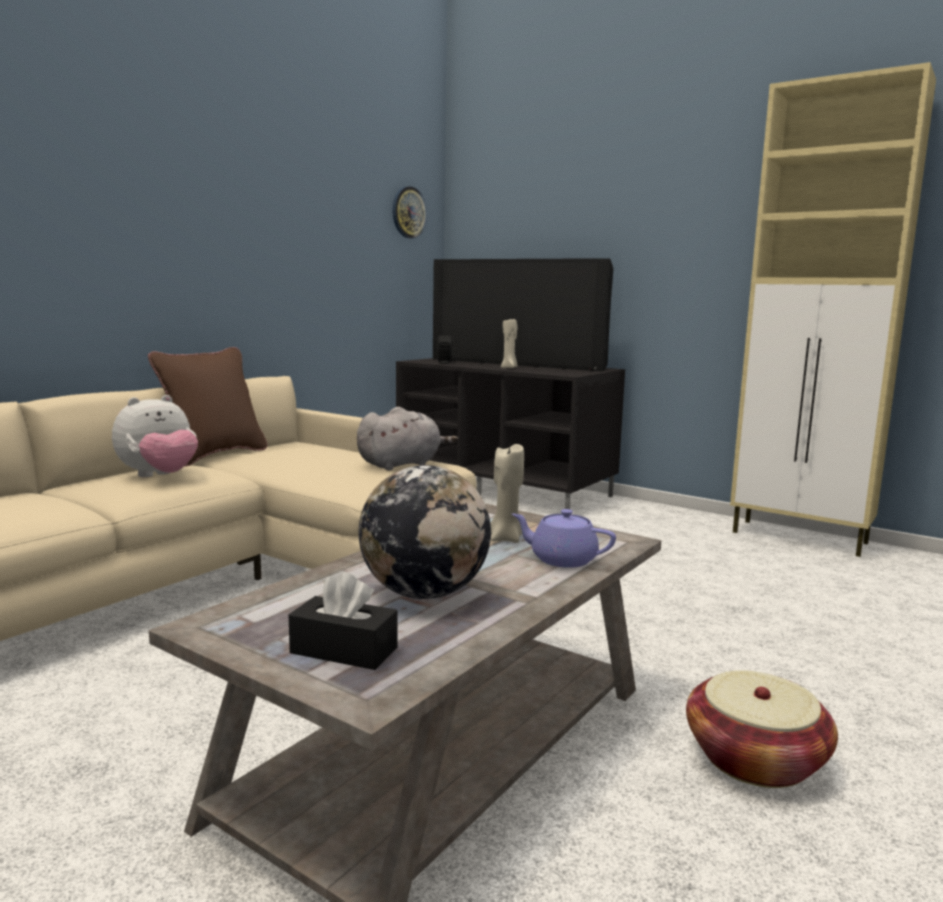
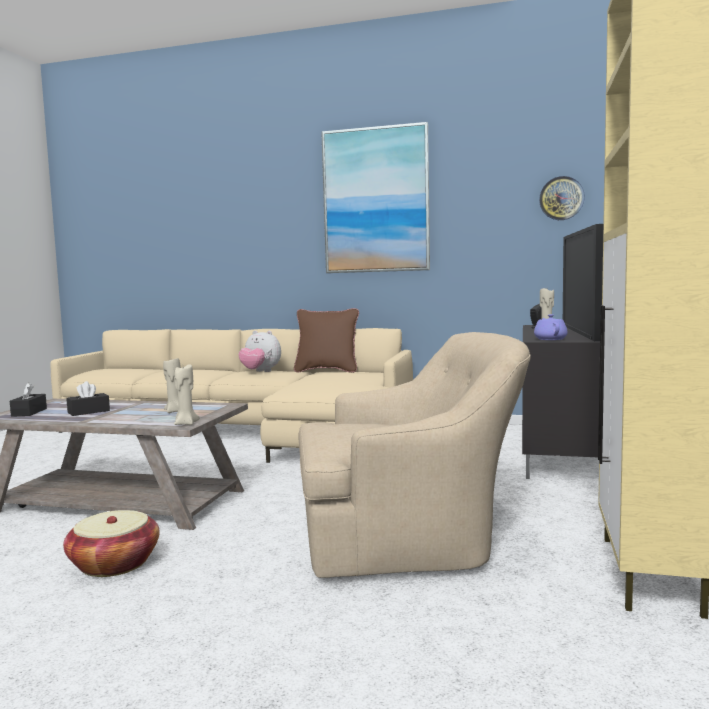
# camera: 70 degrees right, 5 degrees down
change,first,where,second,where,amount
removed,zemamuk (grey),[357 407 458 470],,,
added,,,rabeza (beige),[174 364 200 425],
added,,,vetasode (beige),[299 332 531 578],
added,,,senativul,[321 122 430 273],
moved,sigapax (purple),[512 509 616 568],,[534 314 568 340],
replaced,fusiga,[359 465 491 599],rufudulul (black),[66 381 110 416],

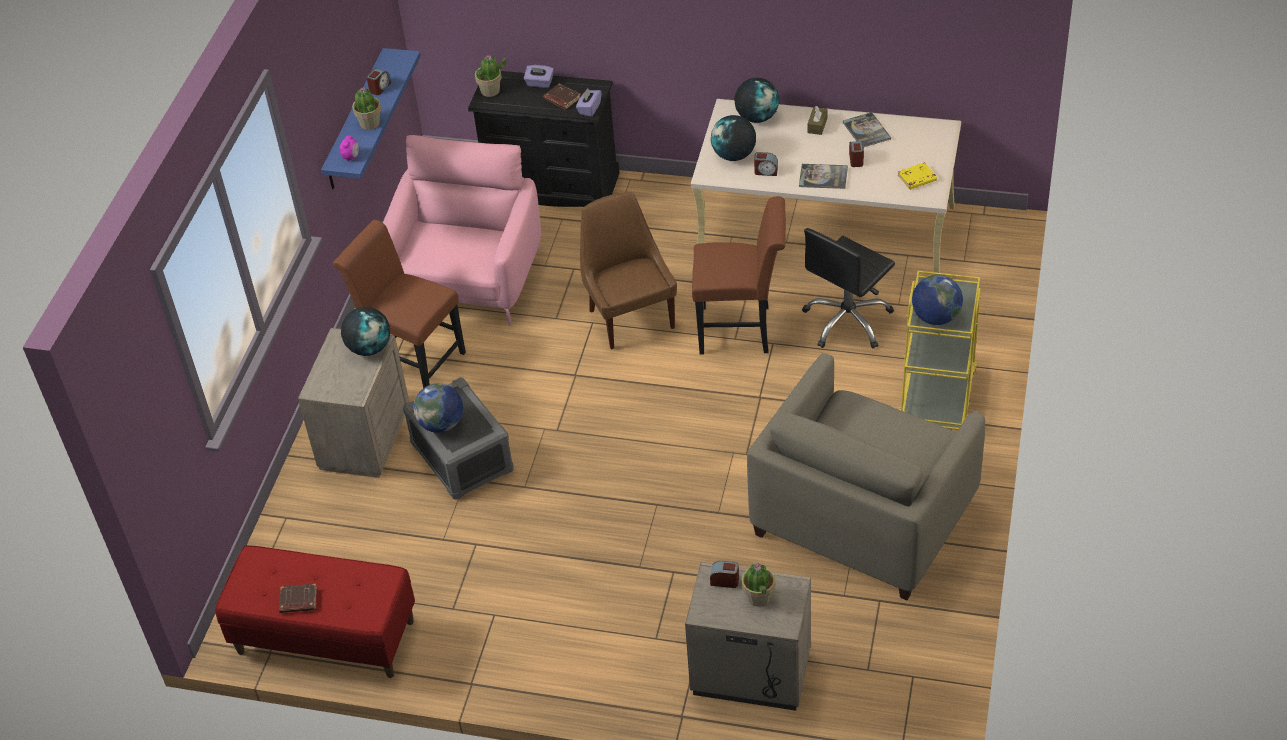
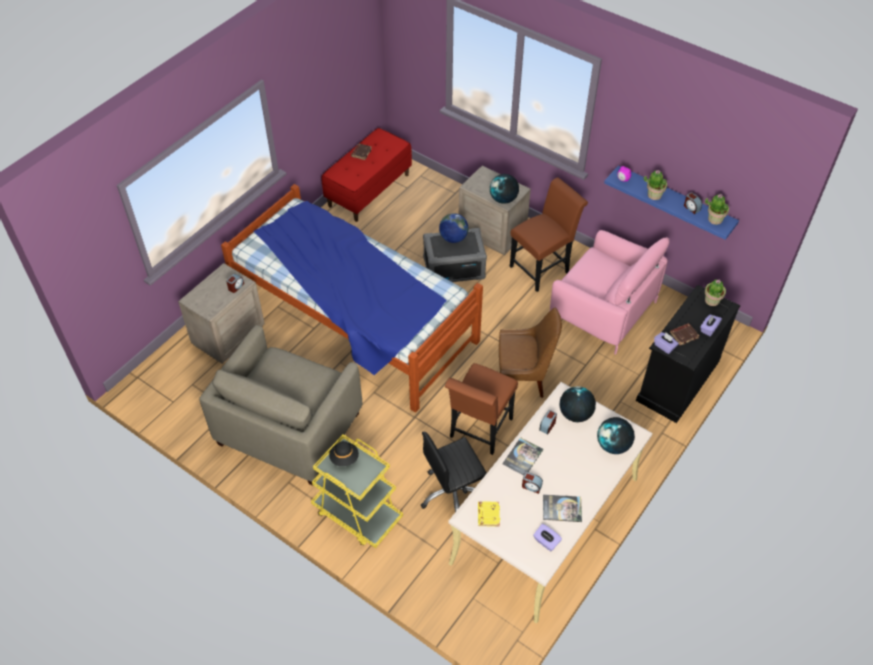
# camera: 110 degrees right, 5 degrees up
change,first,where,second,where,amount
removed,rufudulul (brown),[808 106 828 135],,,
added,,,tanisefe,[221 184 483 413],
added,,,rufudulul (purple),[533 524 562 551],
moved,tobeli,[741 562 776 606],,[705 194 729 225],
replaced,fusiga,[912 275 963 325],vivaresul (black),[329 441 359 466],
turned,vetasode (beige),[747 353 985 600],,[199 325 362 486],120 degrees counterclockwise
turned,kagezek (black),[802 228 895 349],,[421 432 487 512],90 degrees counterclockwise

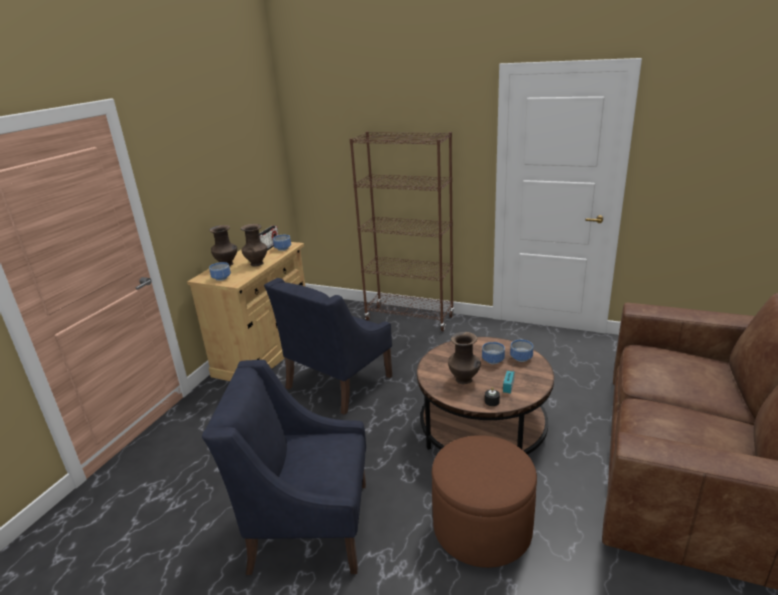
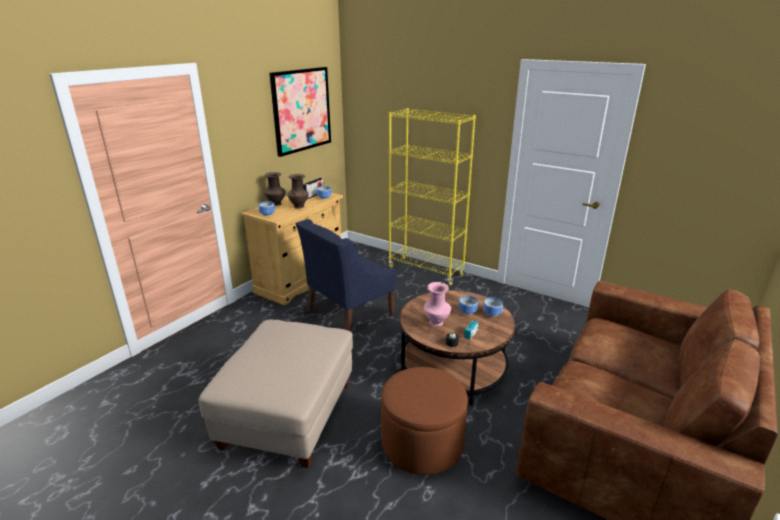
# camera: 10 degrees right, 0 degrees up
change,first,where,second,where,amount
added,,,senativul,[269 67 331 157],
replaced,vetasode (blue),[202 360 366 575],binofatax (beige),[198 320 353 468],
recoloured,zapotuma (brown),[350 131 454 331],zapotuma (yellow),[388 108 476 286],
recoloured,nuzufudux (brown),[448 332 481 384],nuzufudux (pink),[424 282 451 326],

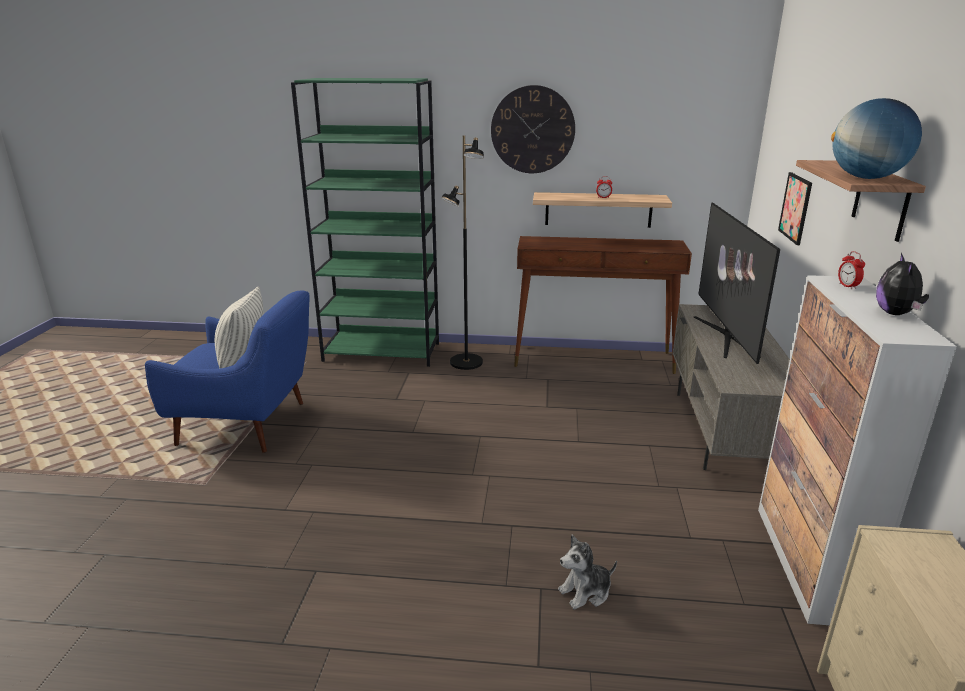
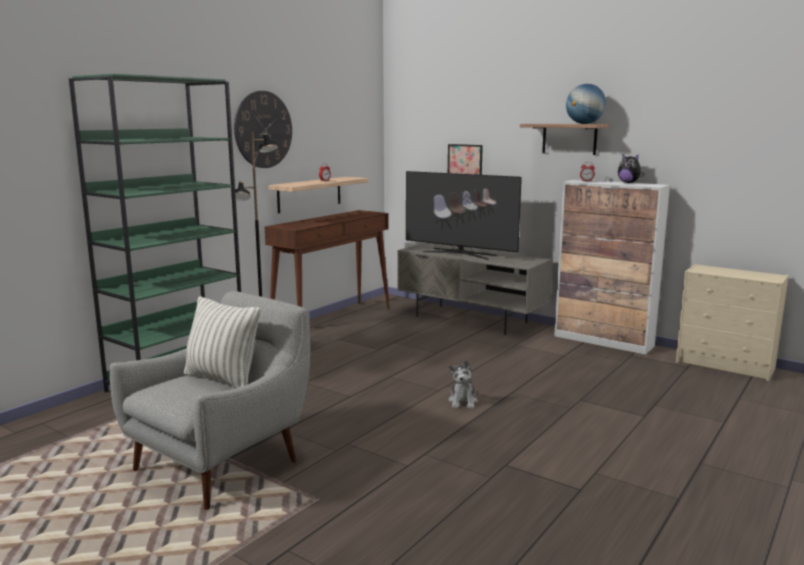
# camera: 60 degrees left, 10 degrees down
change,first,where,second,where,amount
moved,zemamuk,[558 535 617 610],,[448 360 478 409],
recoloured,vetasode (blue),[145 291 310 453],vetasode (grey),[110 291 310 510],

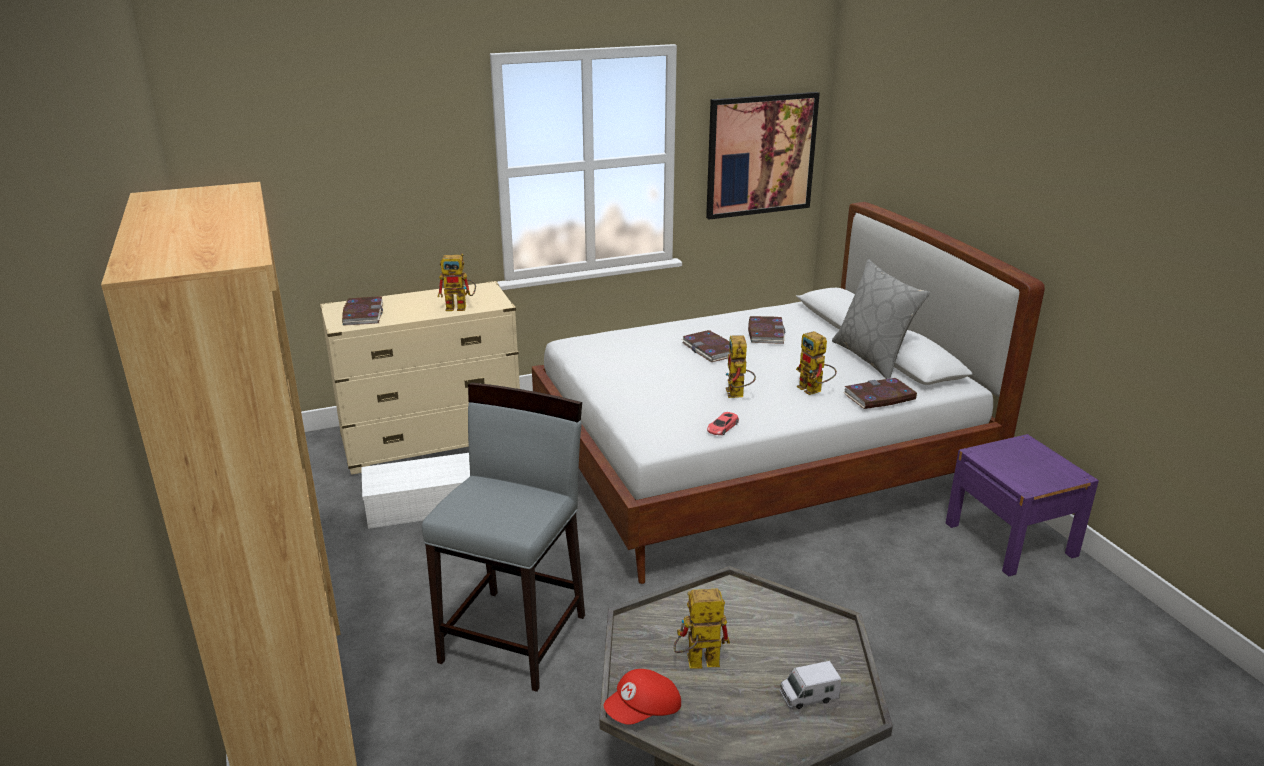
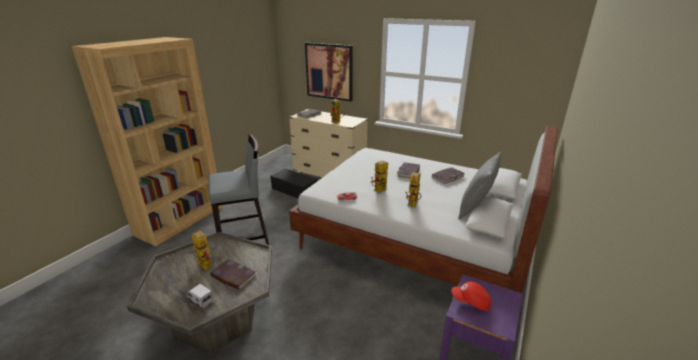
# camera: 50 degrees right, 0 degrees up
change,first,where,second,where,amount
moved,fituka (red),[604 669 681 725],,[452 281 491 311],
moved,senativul,[706 92 820 219],,[305 43 353 102],
moved,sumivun,[843 378 917 409],,[210 259 257 290],
recoloured,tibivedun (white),[361 453 470 529],tibivedun (black),[270 168 318 198],

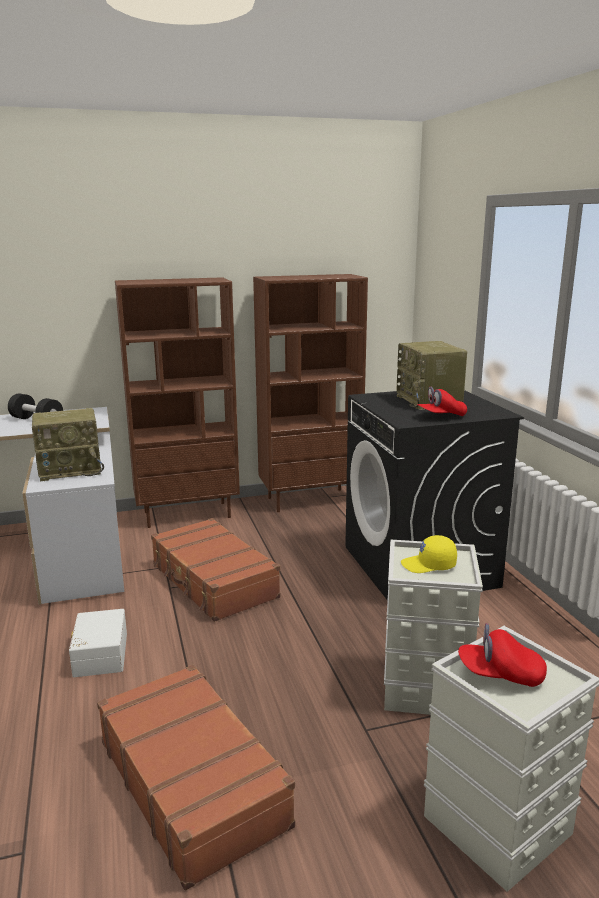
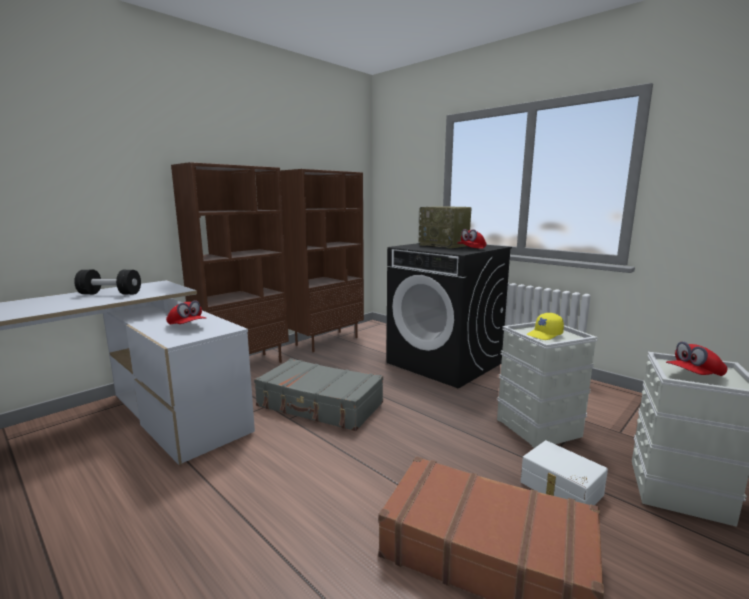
# camera: 30 degrees left, 5 degrees down
change,first,where,second,where,amount
moved,tibivedun (white),[69 609 127 677],,[521 440 608 505],
replaced,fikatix,[32 408 104 481],fituka (red),[166 300 206 325],
recoloured,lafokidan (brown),[151 518 280 622],lafokidan (grey),[254 358 383 431],

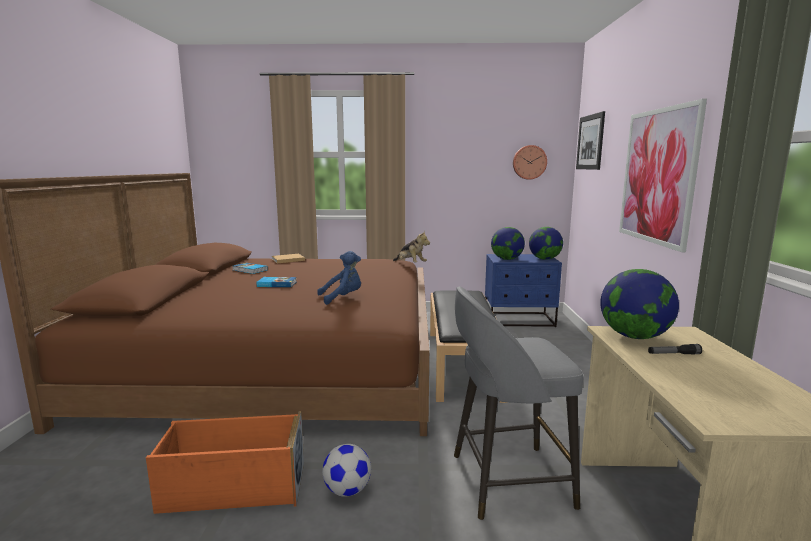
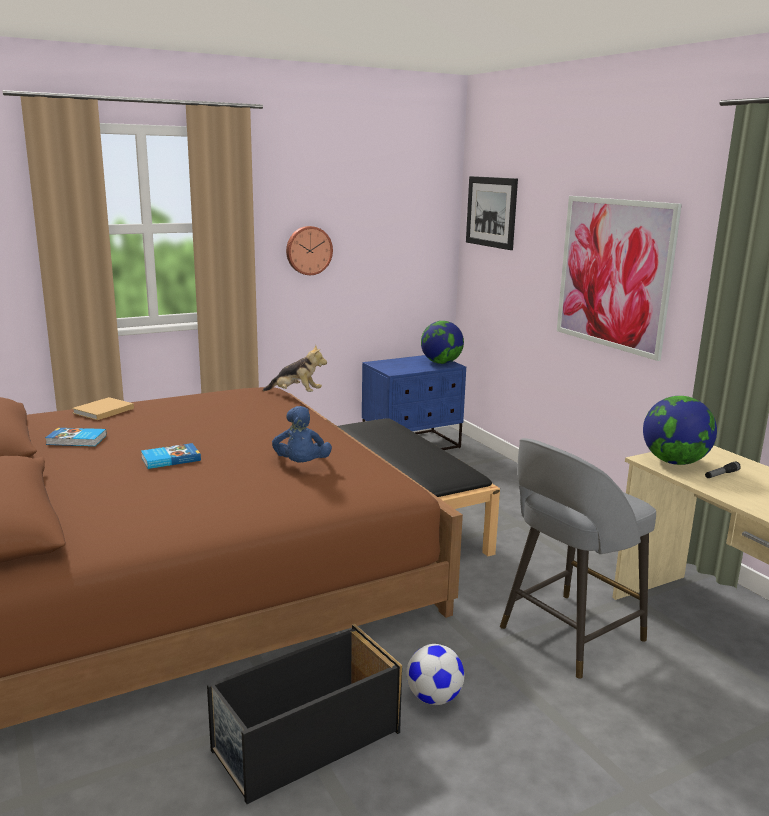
# camera: 30 degrees left, 5 degrees up
change,first,where,second,where,amount
removed,fusiga,[491 227 525 260],,,
moved,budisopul,[513 145 547 180],,[286 226 333 275],
recoloured,tibivedun (orange),[146 411 304 514],tibivedun (black),[207 624 402 804],
turned,zemamuk (blue),[317 251 361 305],,[272 406 332 463],135 degrees clockwise

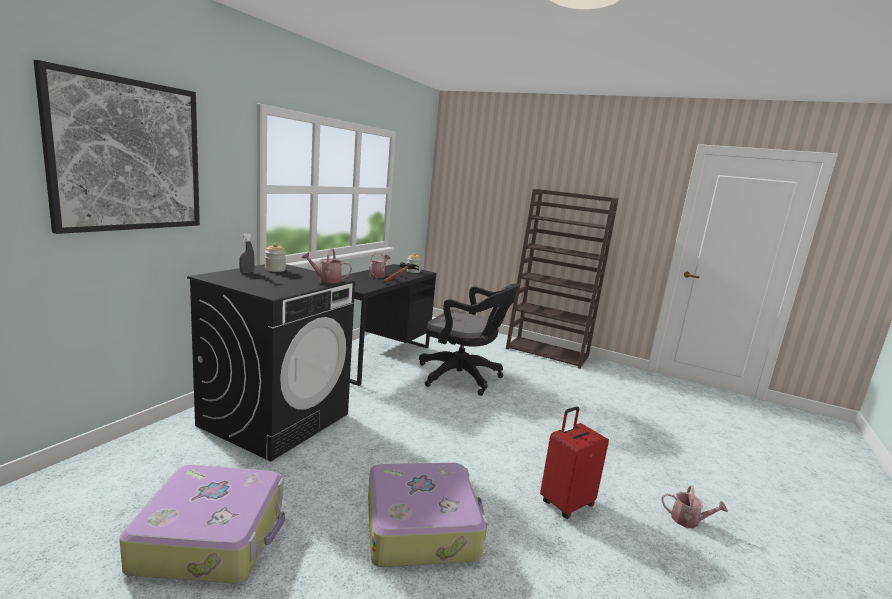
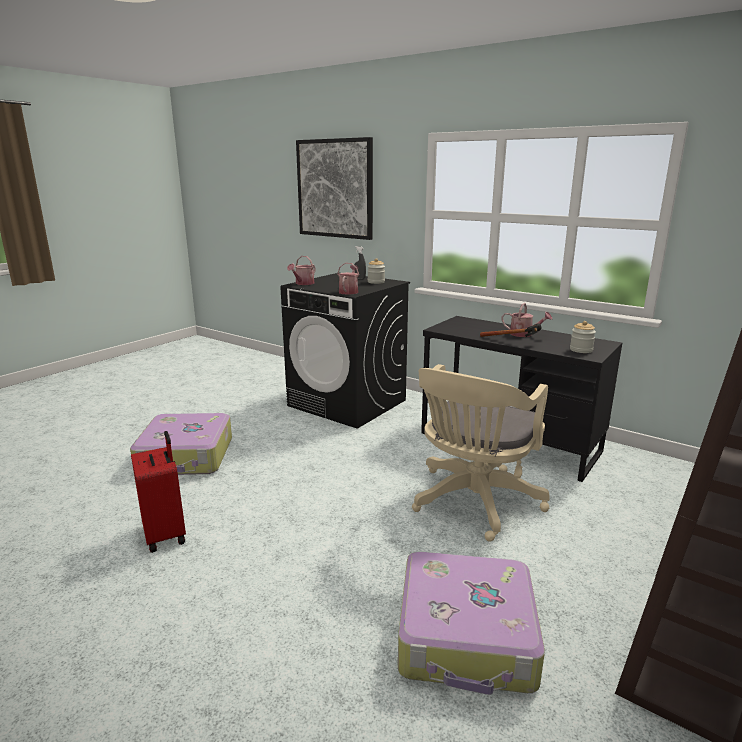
# camera: 100 degrees right, 5 degrees up
change,first,where,second,where,amount
moved,lafokidan,[119 465 285 583],,[398 552 545 695],
moved,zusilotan,[661 485 728 528],,[287 256 315 285],
recoloured,kagezek (black),[419 284 519 396],kagezek (beige),[412 364 550 541],

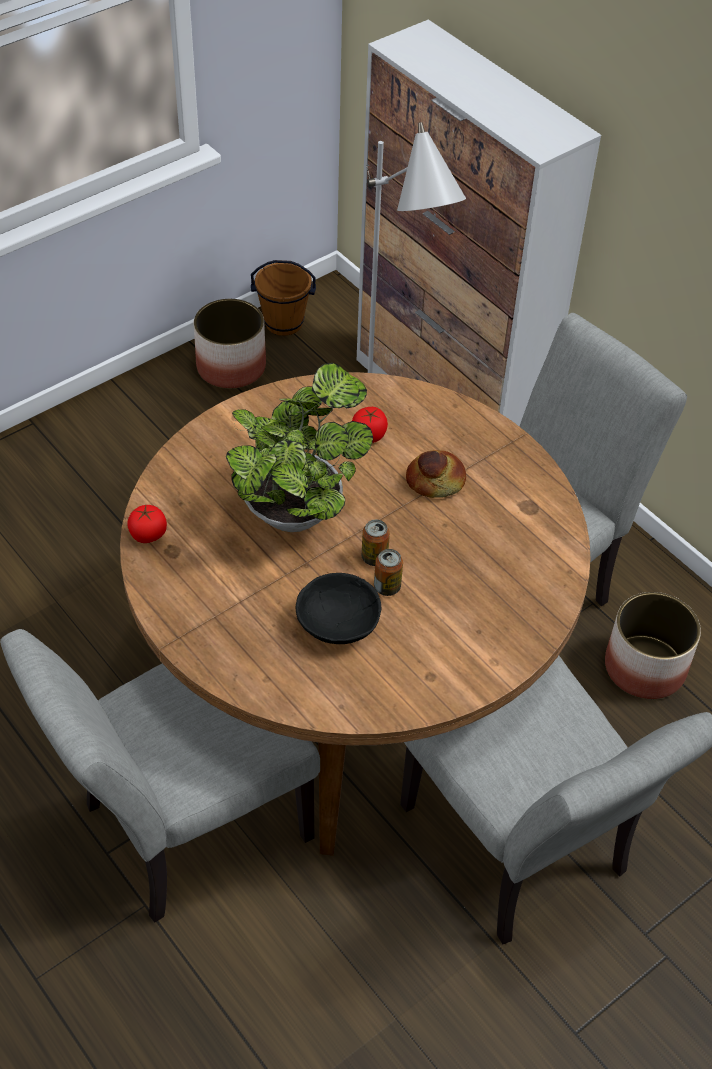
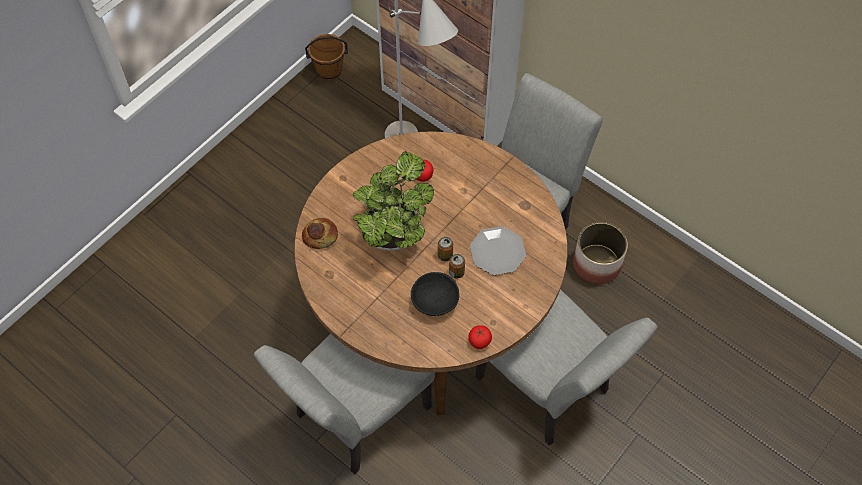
# camera: 10 degrees left, 10 degrees up
change,first,where,second,where,amount
removed,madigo,[194 299 266 388],,,
added,,,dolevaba,[470 226 526 275],
moved,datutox,[127 505 167 543],,[468 325 492 349],
moved,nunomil,[406 450 466 498],,[302 218 338 249],

